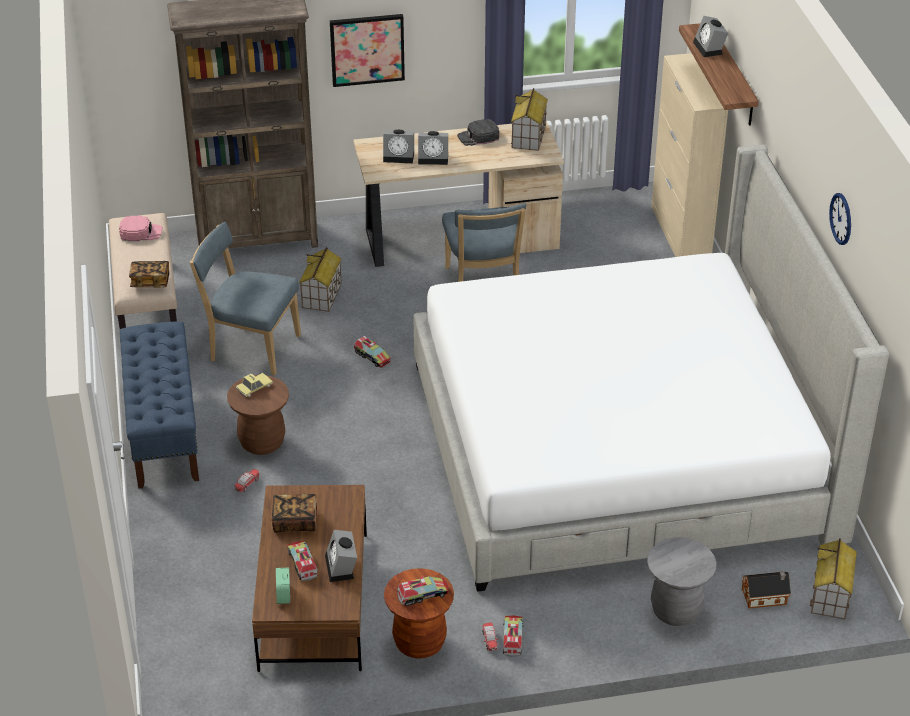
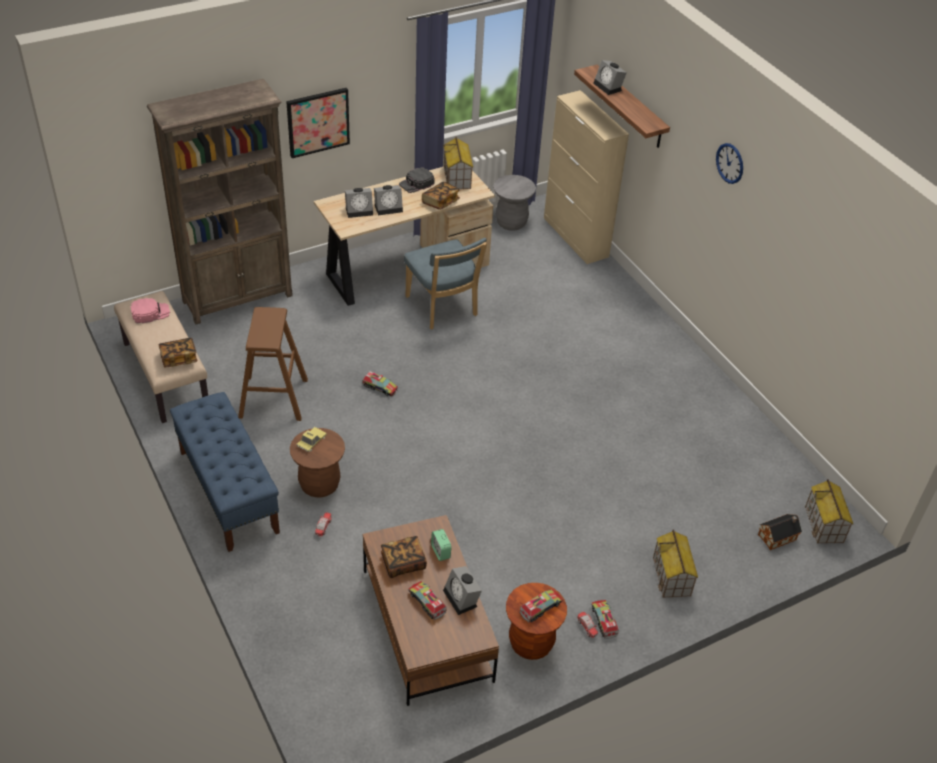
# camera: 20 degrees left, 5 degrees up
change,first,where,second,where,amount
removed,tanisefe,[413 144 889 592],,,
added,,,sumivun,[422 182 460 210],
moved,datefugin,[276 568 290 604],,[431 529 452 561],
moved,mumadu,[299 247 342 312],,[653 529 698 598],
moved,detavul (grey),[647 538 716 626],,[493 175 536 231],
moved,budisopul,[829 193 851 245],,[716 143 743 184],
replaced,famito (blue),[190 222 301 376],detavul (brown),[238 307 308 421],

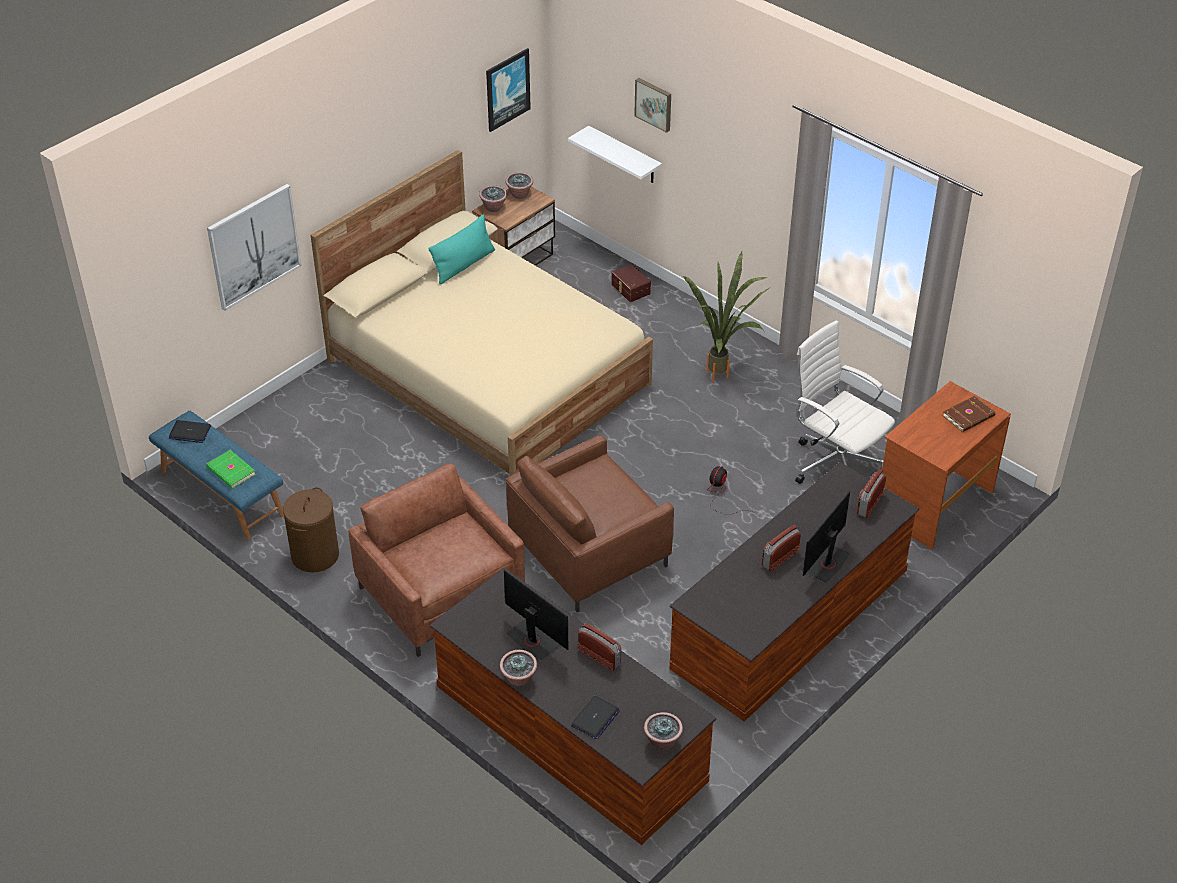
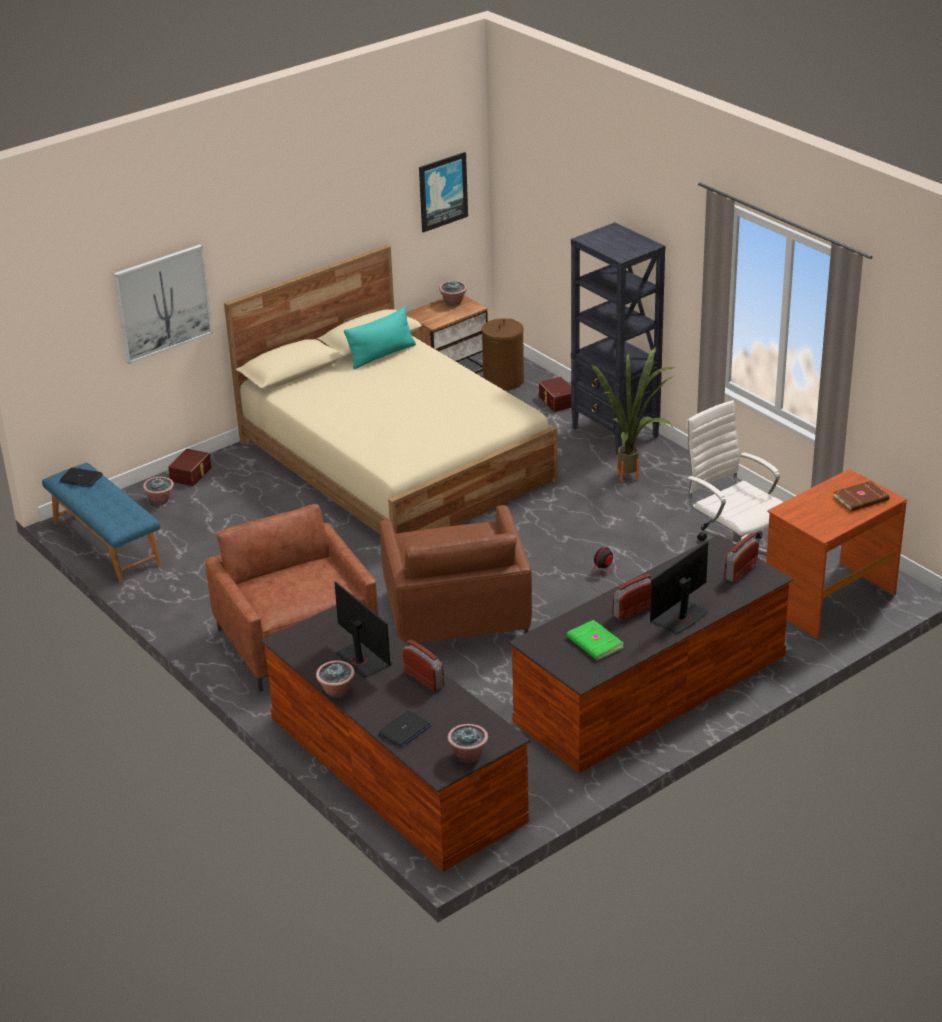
# camera: 10 degrees right, 10 degrees down
change,first,where,second,where,amount
removed,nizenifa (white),[568 126 662 183],,,
removed,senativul,[634 78 671 133],,,
added,,,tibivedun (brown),[168 449 211 486],
added,,,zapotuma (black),[571 222 665 455],
moved,sumivun (green),[206 450 256 489],,[566 620 624 661],
moved,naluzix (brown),[283 487 339 572],,[482 318 524 391],
moved,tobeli,[479 185 507 212],,[143 477 174 505],
turned,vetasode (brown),[506 435 674 612],,[380 505 532 645],75 degrees counterclockwise

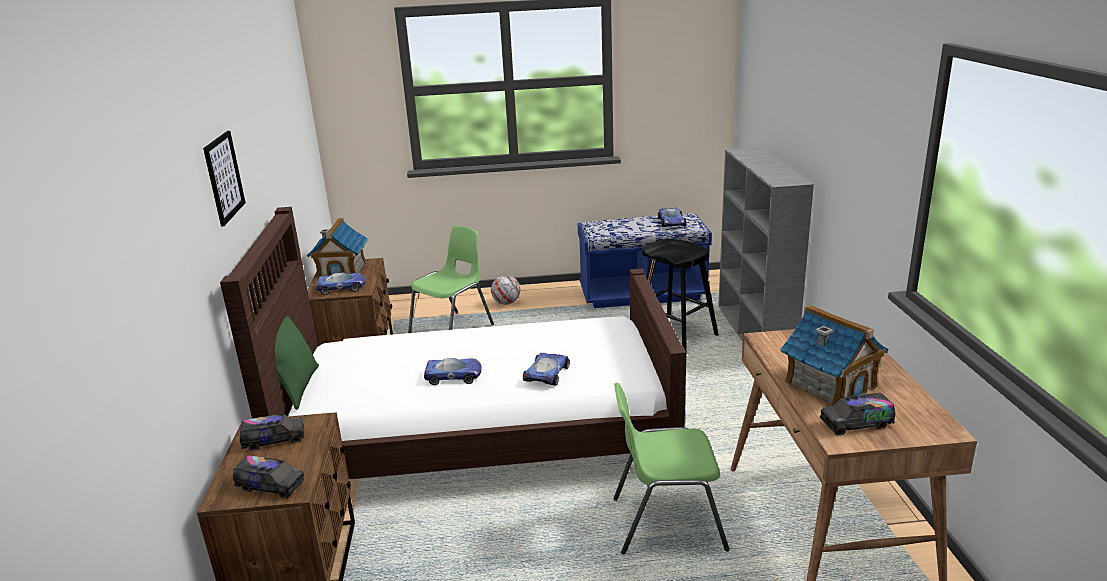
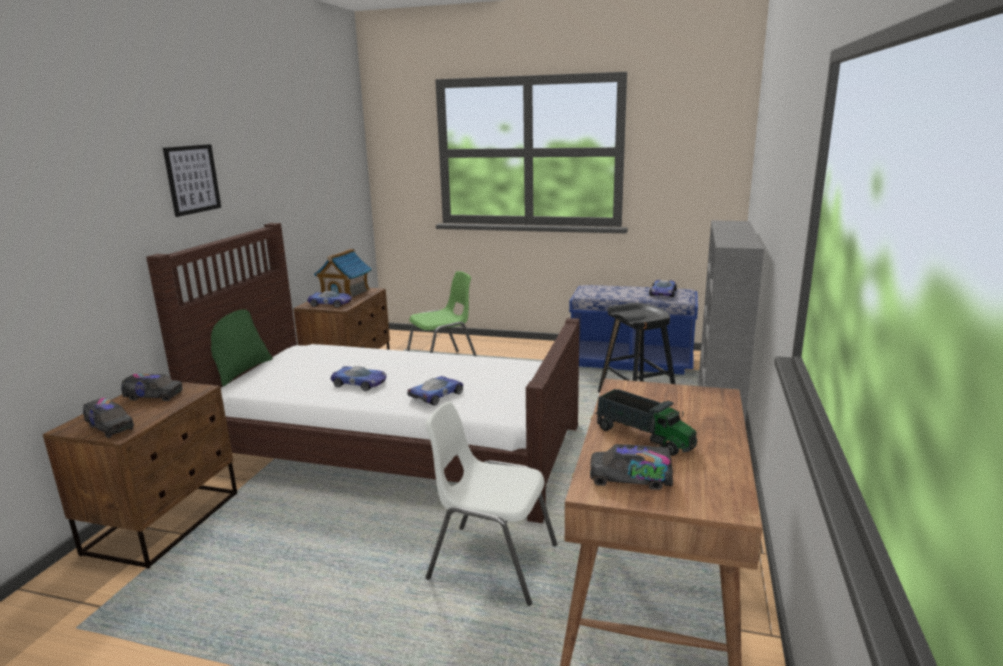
# camera: 20 degrees right, 5 degrees down
change,first,where,second,where,amount
removed,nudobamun,[491 275 521 305],,,
replaced,mumadu,[780 304 889 406],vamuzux,[595 389 697 456],
recoloured,famito (green),[613 383 729 555],famito (white),[425 401 557 606],

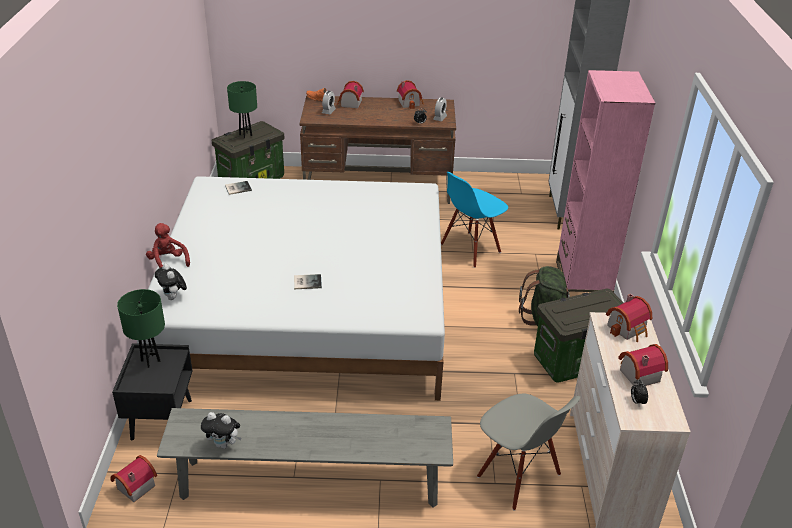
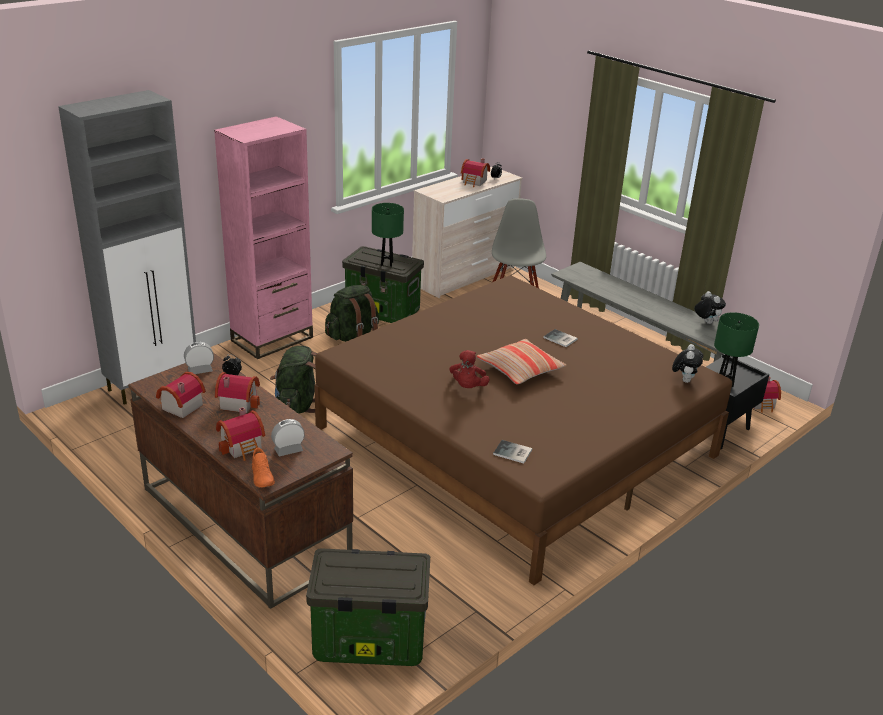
# camera: 135 degrees left, 5 degrees down
change,first,where,second,where,amount
added,,,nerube,[476 339 566 385],
moved,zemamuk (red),[146 223 190 268],,[449 350 490 388],
moved,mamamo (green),[227 81 257 139],,[372 203 404 267],
moved,mumadu,[606 294 652 342],,[215 372 260 413],
replaced,famito (blue),[441 172 508 268],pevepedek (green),[270 346 317 414],
recoloured,tanisefe (white),[137 176 445 401],tanisefe (brown),[314 275 732 585],

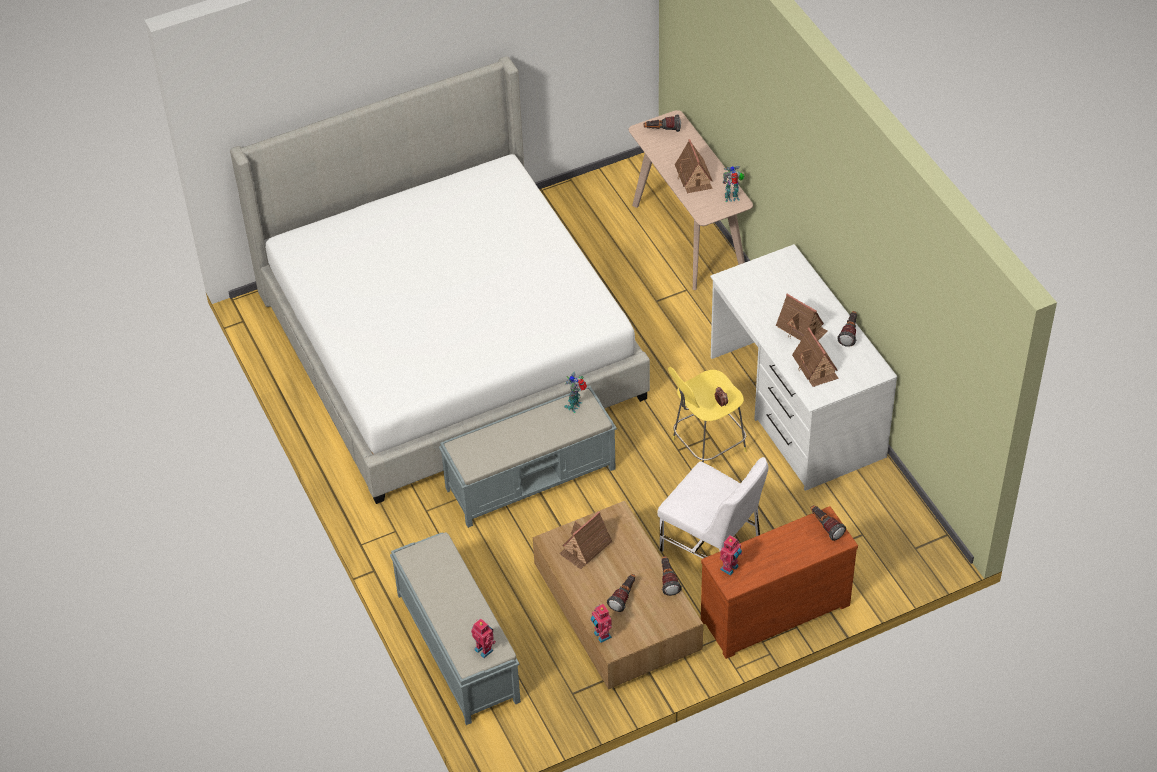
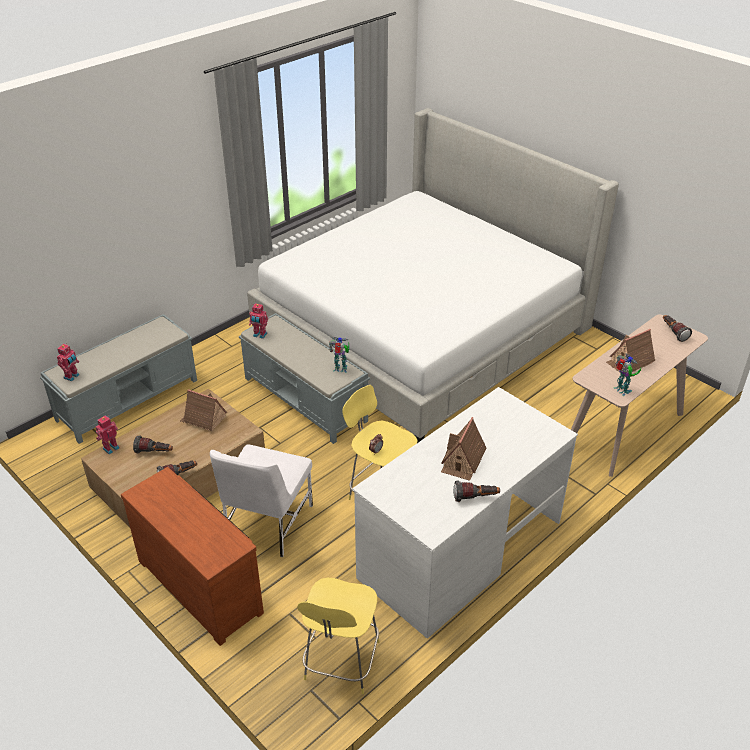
# camera: 70 degrees right, 10 degrees down
change,first,where,second,where,amount
removed,mumadu,[792 327 839 387],,,
removed,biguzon,[811 505 846 541],,,
added,,,detavul (yellow),[297 578 379 694],
moved,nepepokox,[720 536 742 576],,[249 303 268 339],

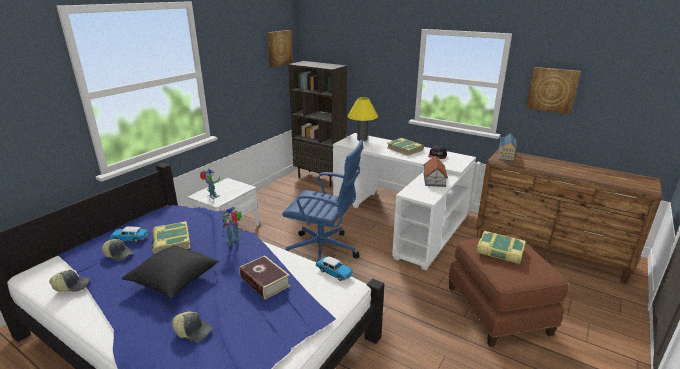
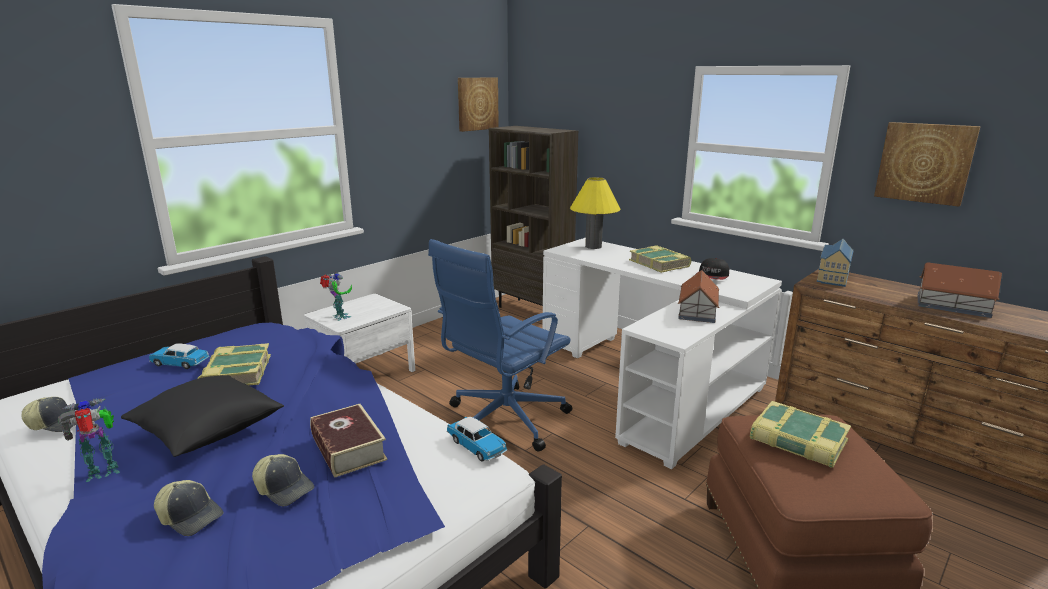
# camera: 10 degrees right, 5 degrees down
change,first,where,second,where,amount
added,,,mumadu,[917 262 1002 318],
moved,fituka,[102 239 133 261],,[252 454 314 506],
moved,nepepokox,[221 207 242 246],,[58 399 120 482],
turned,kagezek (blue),[282 140 364 261],,[428 239 572 451],105 degrees clockwise

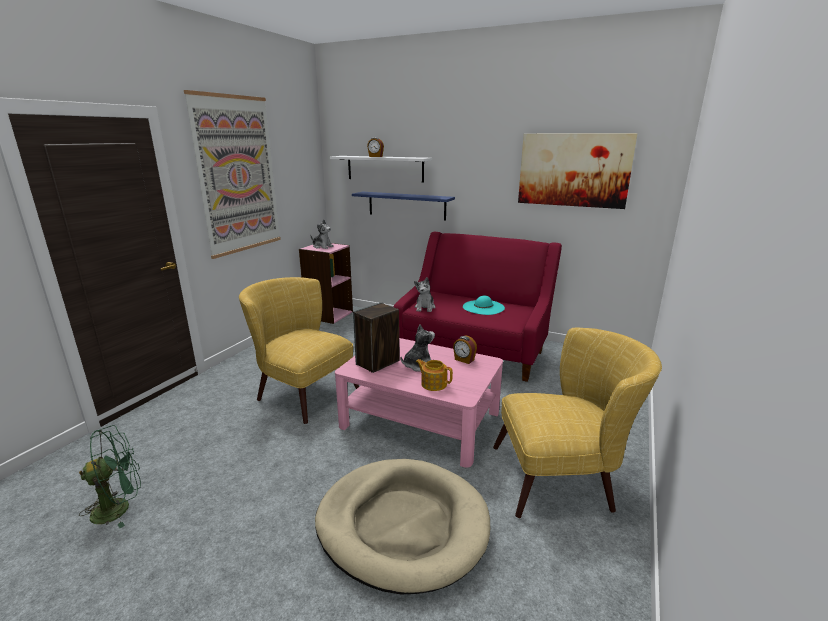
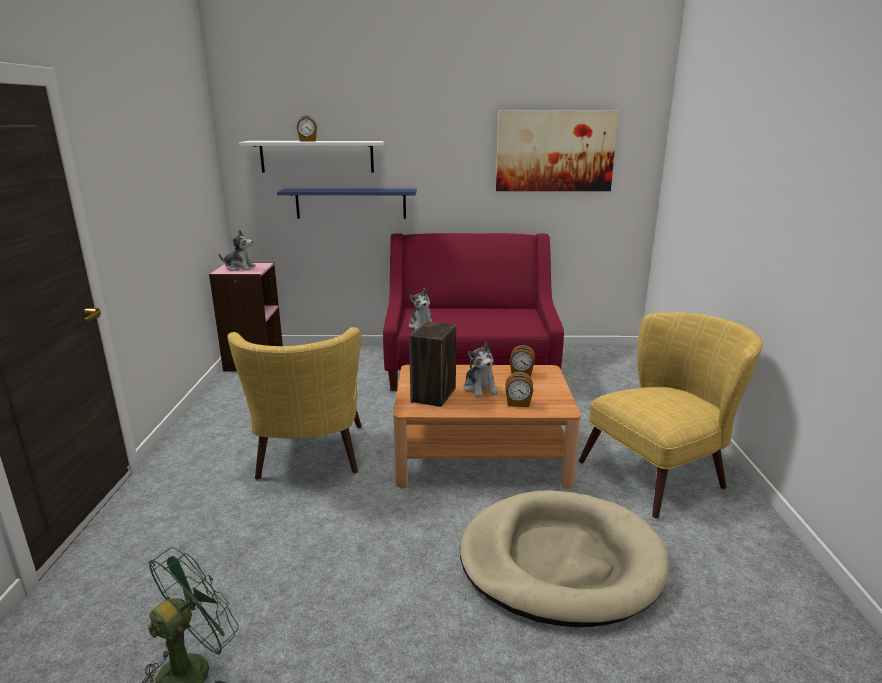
# camera: 25 degrees left, 0 degrees up
change,first,where,second,where,amount
removed,senativul,[184 90 281 259],,,
removed,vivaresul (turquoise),[463 295 505 315],,,
replaced,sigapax,[416 359 453 391],datefugin,[505 372 533 407],
recoloured,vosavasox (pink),[335 338 503 468],vosavasox (brown),[393 365 581 489],
turned,vetasode (yellow),[239 277 359 424],,[227 327 362 480],105 degrees counterclockwise
turned,zemamuk,[401 324 435 372],,[464 342 498 398],135 degrees clockwise

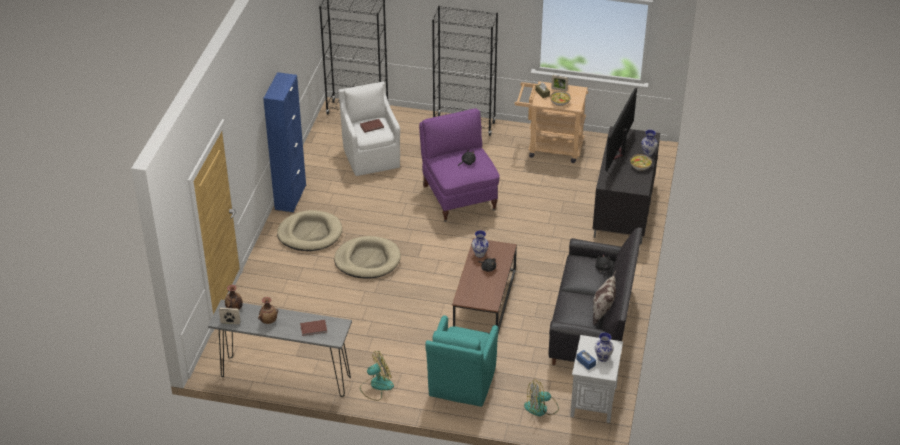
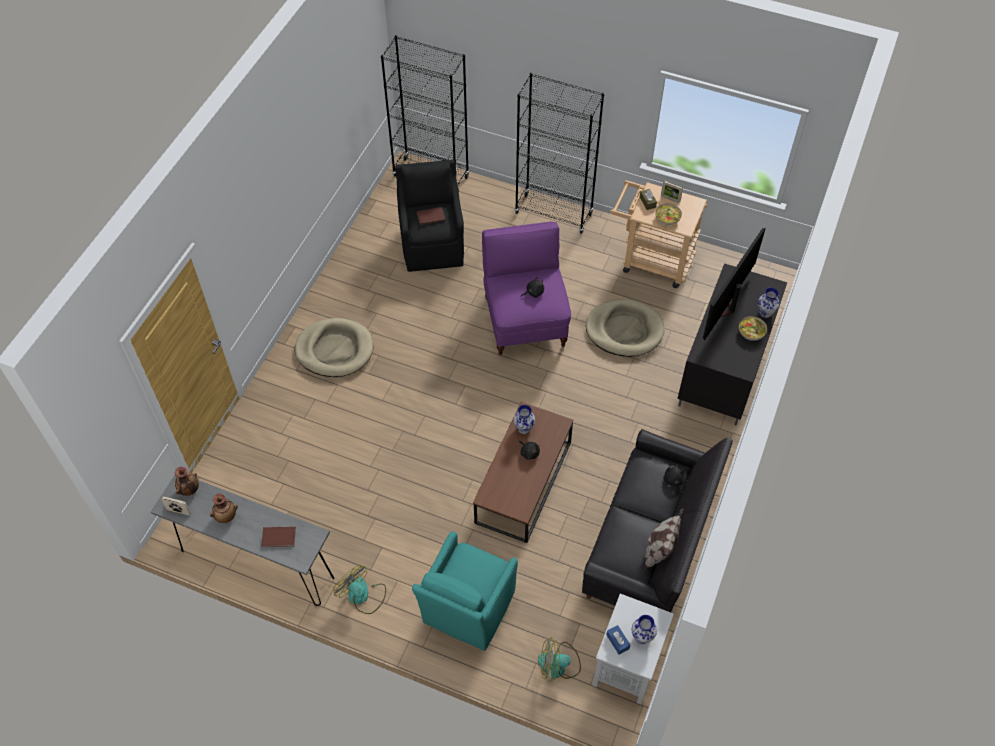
# camera: 10 degrees right, 15 degrees up
change,first,where,second,where,amount
removed,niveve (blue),[263 72 306 212],,,
moved,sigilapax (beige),[334 236 401 279],,[586 299 664 357],
recoloured,vetasode (white),[338 82 400 176],vetasode (black),[395 159 464 272],
turned,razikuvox,[360 351 394 401],,[333 565 386 614],120 degrees counterclockwise

